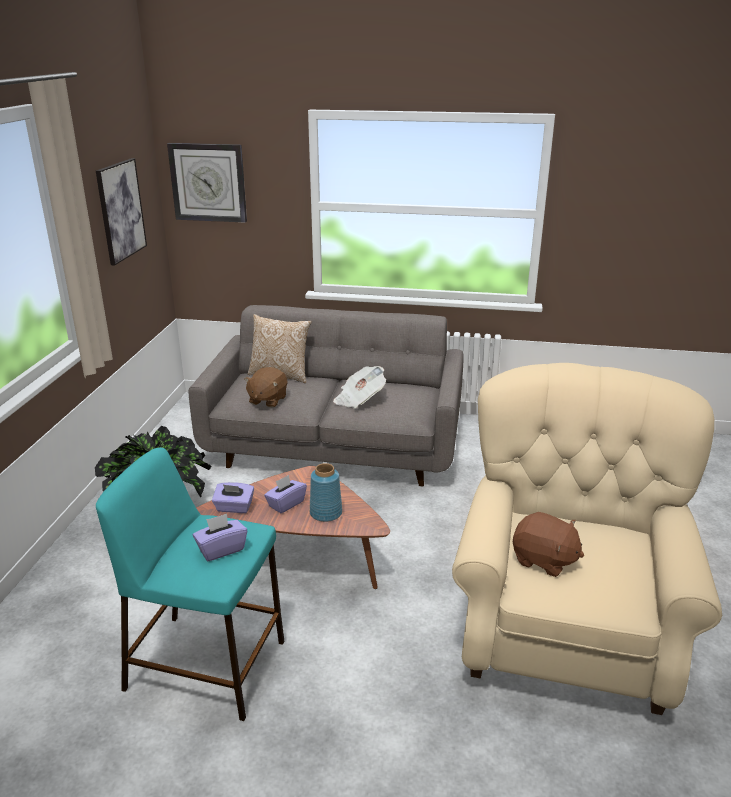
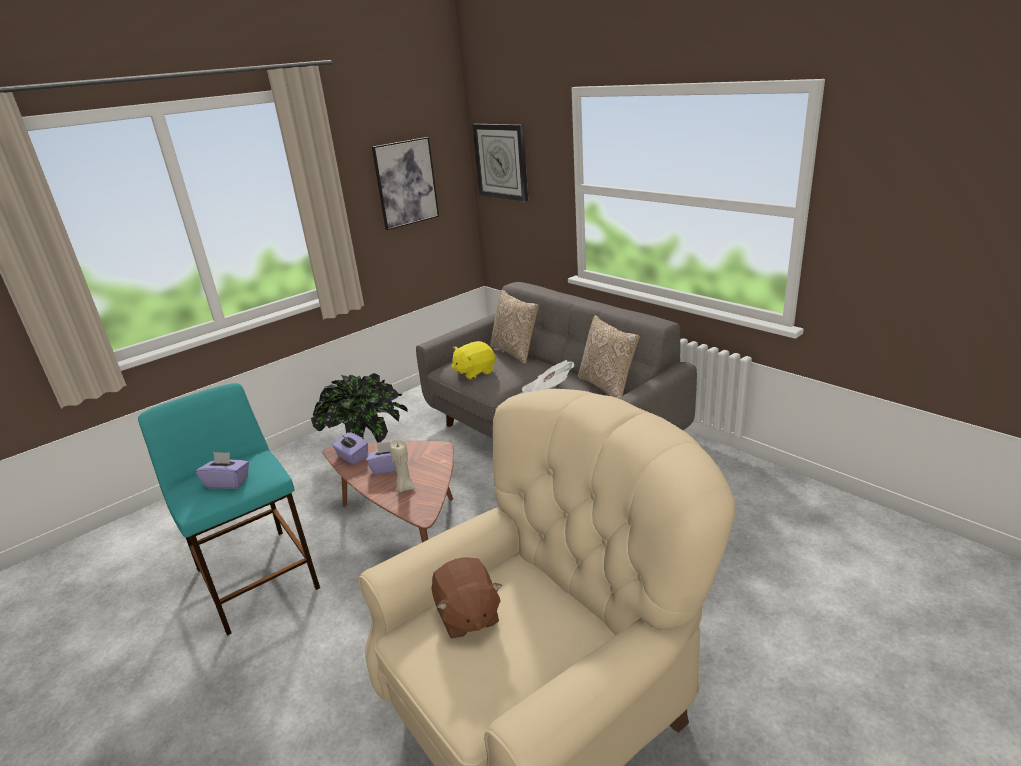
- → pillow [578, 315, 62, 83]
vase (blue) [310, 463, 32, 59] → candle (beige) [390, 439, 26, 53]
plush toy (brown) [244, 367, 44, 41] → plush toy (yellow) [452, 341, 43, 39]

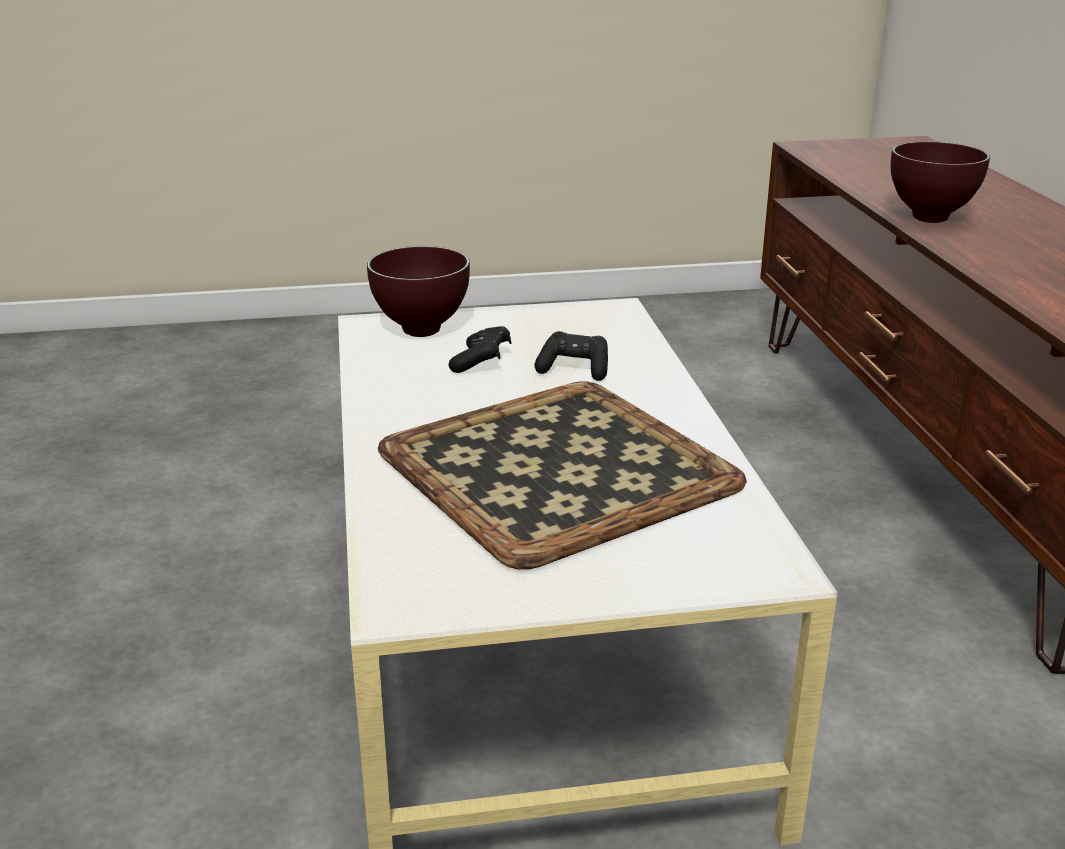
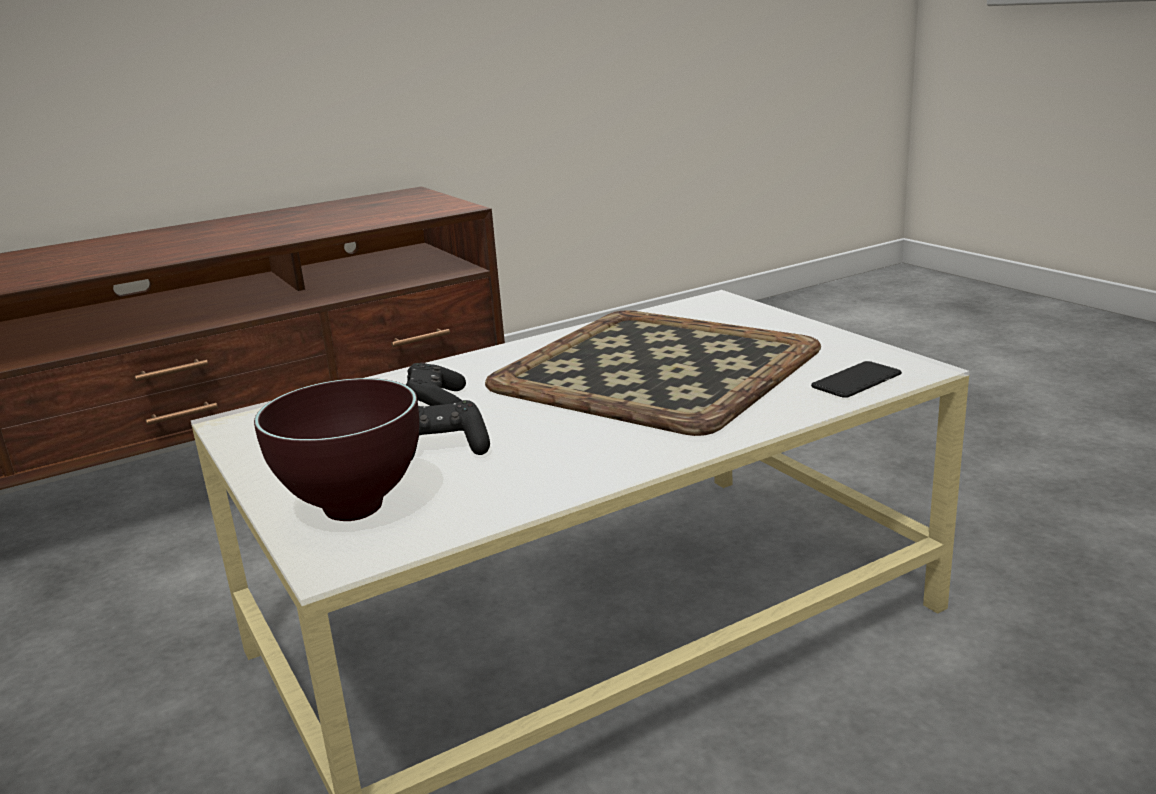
bowl (brown) [891, 141, 99, 82] → -
- → phone [811, 361, 91, 37]

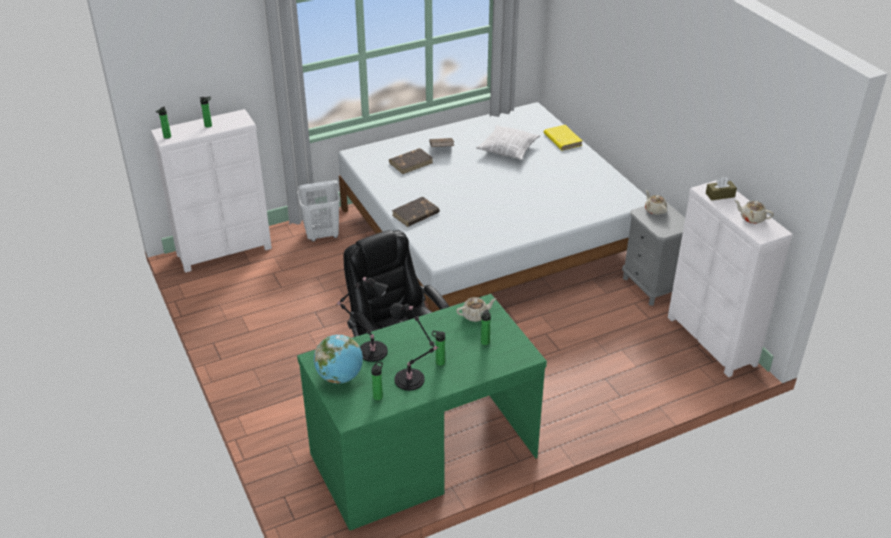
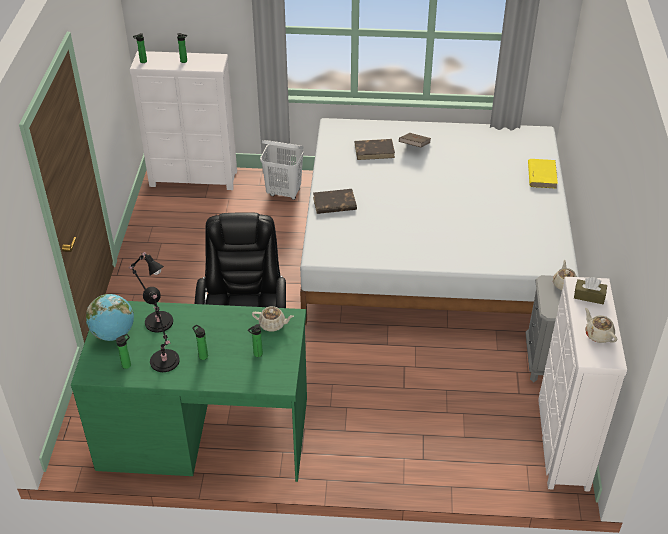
pillow [476, 125, 64, 35] → -

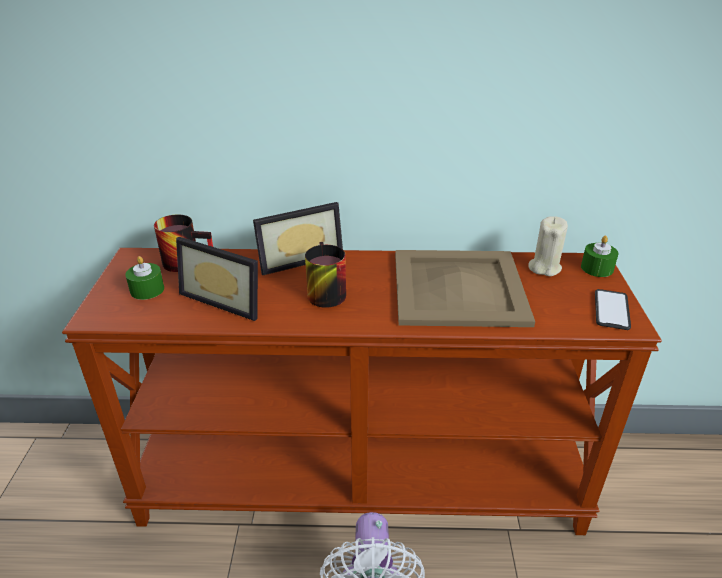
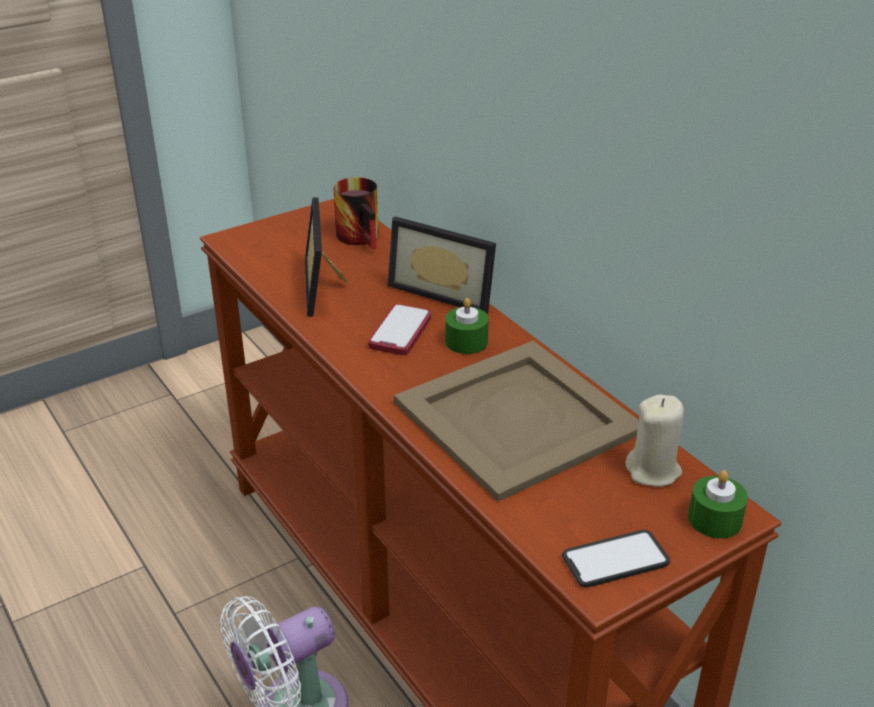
candle (green) [125, 256, 39, 44] → candle (green) [445, 298, 44, 56], move
mug [305, 242, 41, 66] → phone [368, 304, 63, 51]

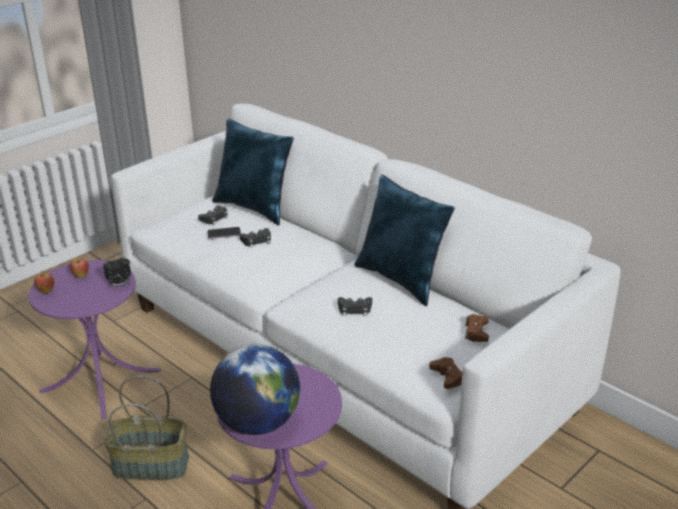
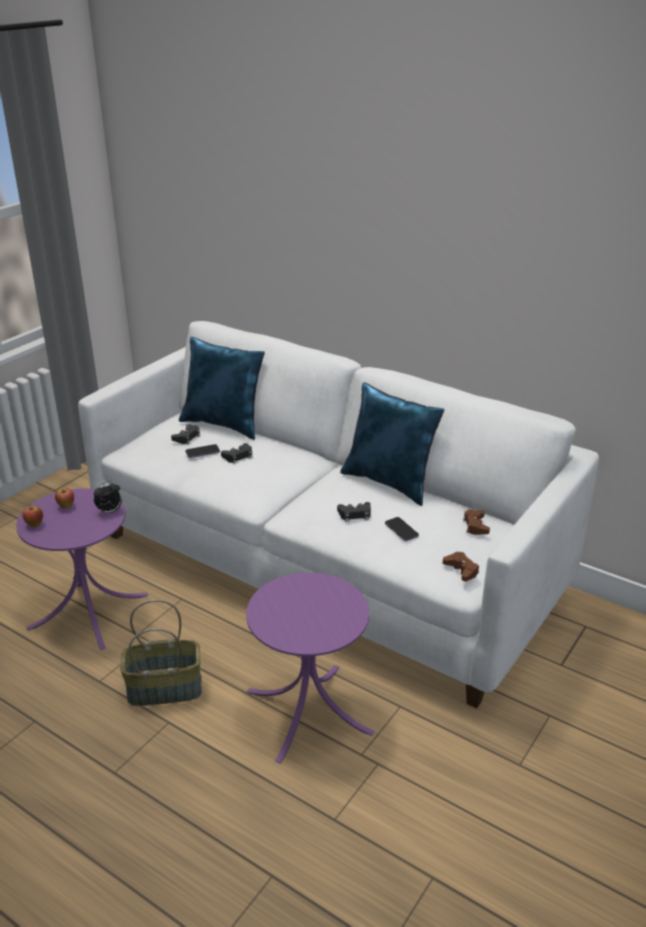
globe [210, 344, 90, 91] → -
- → phone [385, 517, 34, 24]

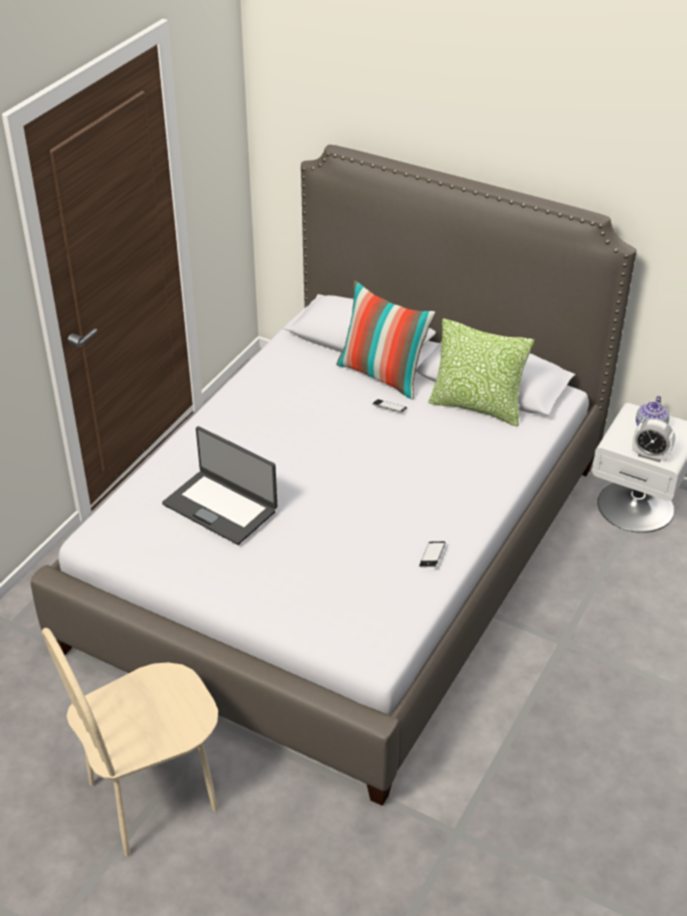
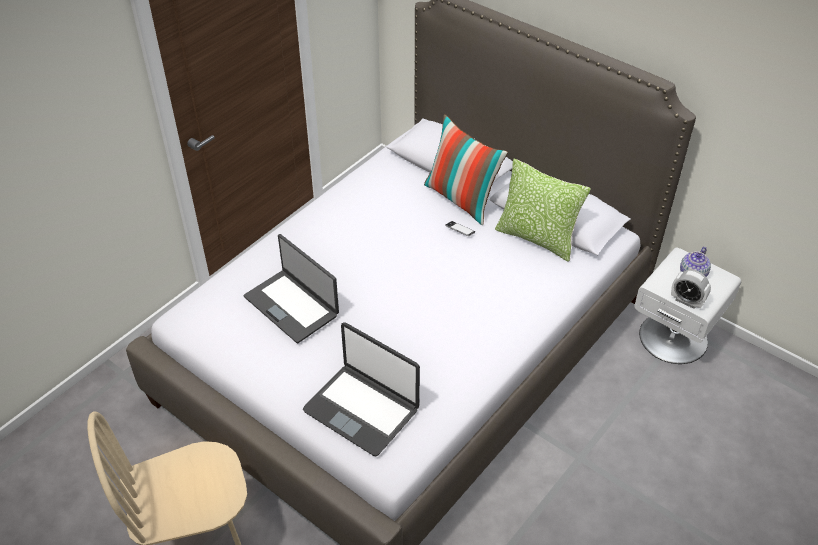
phone [419, 541, 27, 26] → -
- → laptop [303, 322, 117, 134]

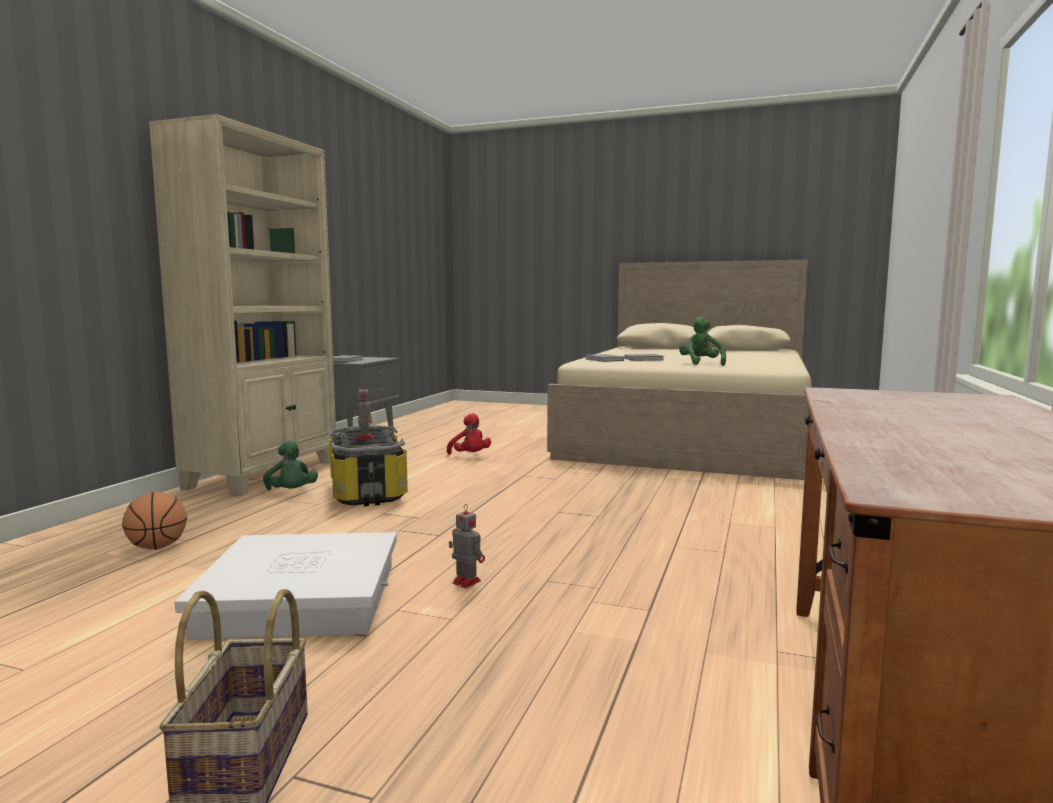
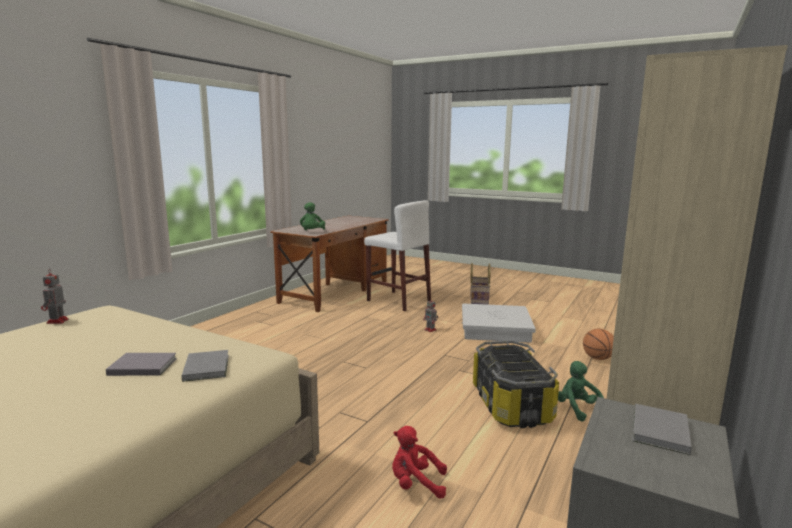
- → stool (white) [364, 200, 67, 111]
toy robot [357, 387, 16, 53] → toy robot [41, 270, 28, 54], move
plush toy (green) [679, 317, 47, 49] → plush toy (green) [300, 202, 25, 28], move
plush toy (red) [447, 413, 44, 42] → plush toy (red) [392, 426, 55, 73], 60 degrees counterclockwise

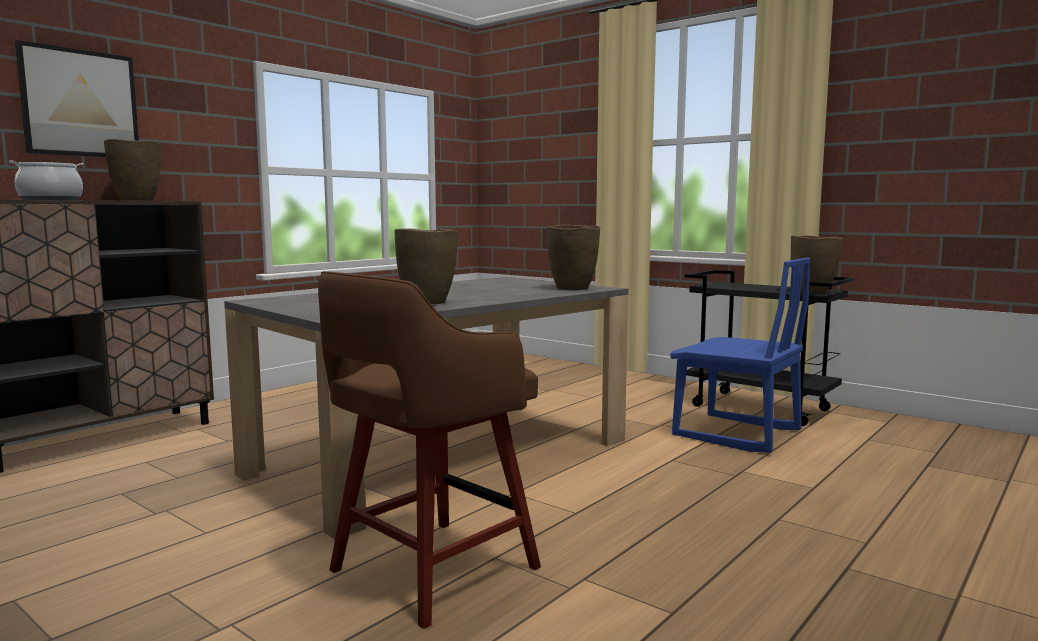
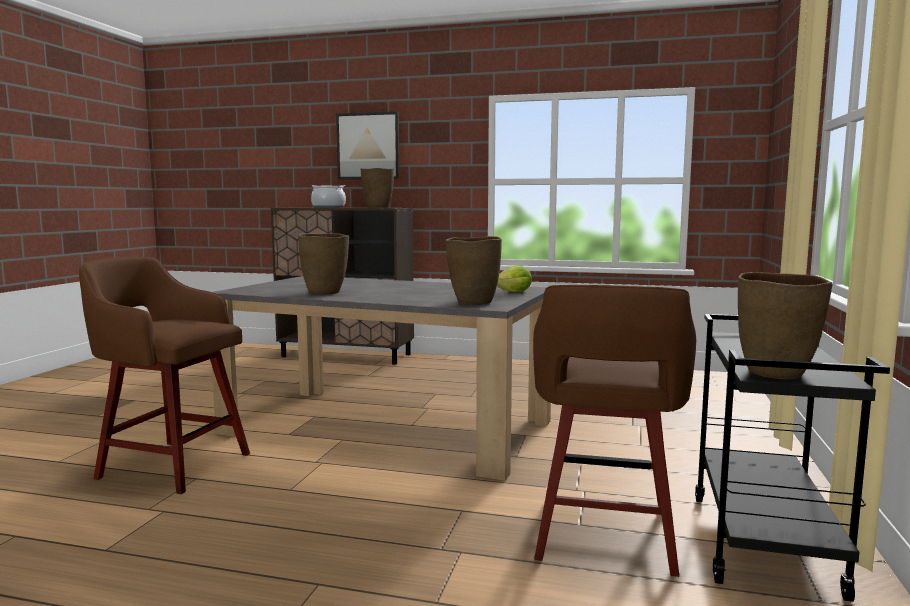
- → lettuce [497, 266, 35, 26]
chair (blue) [670, 258, 140, 195] → stool (brown) [533, 285, 163, 292]

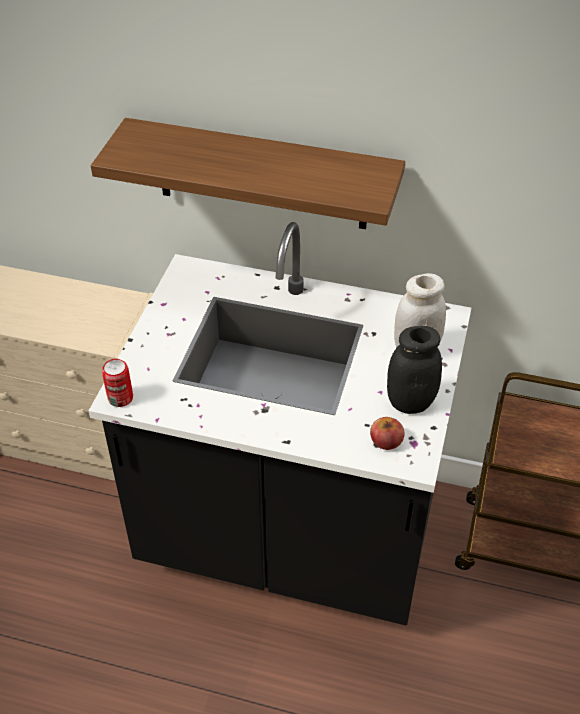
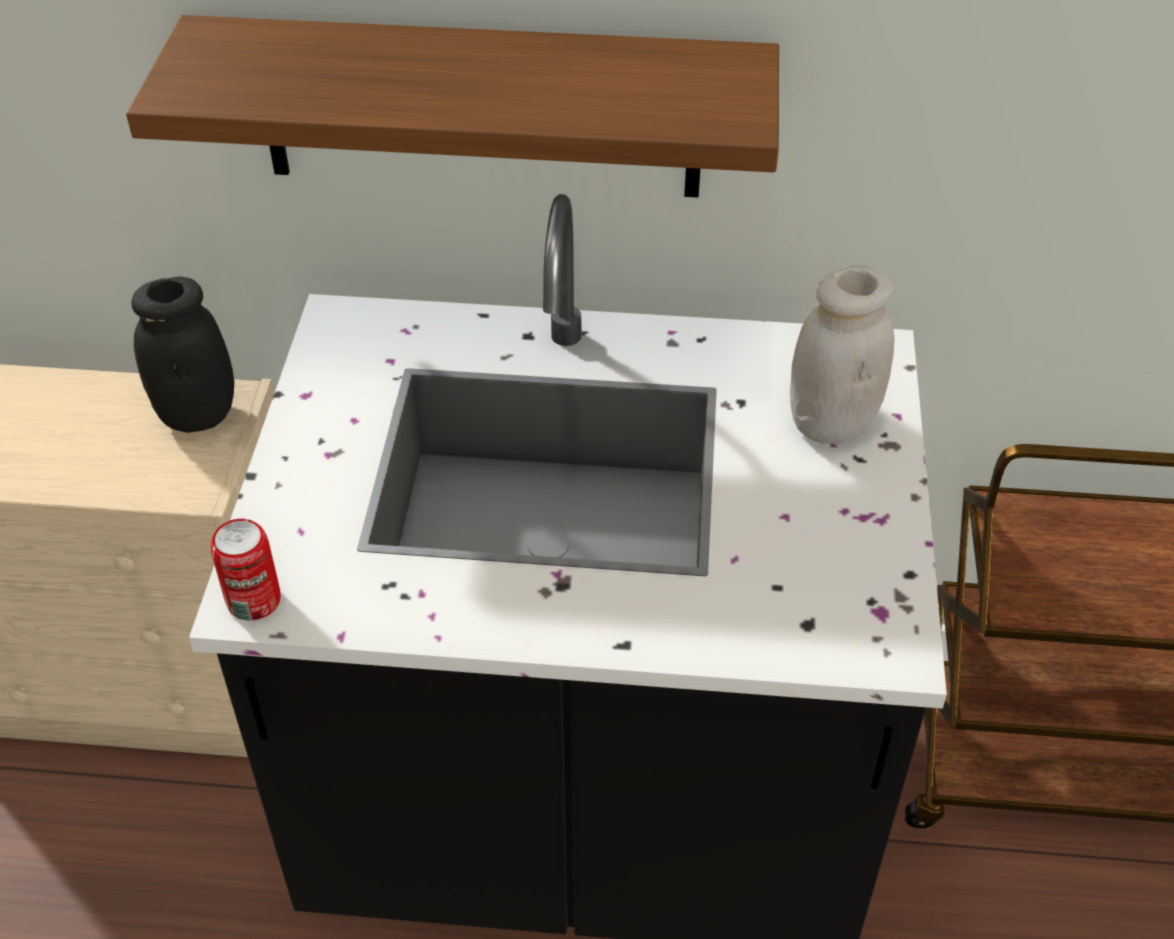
apple [370, 417, 35, 33] → -
jar (black) [387, 326, 55, 88] → jar (black) [131, 277, 103, 156], move

